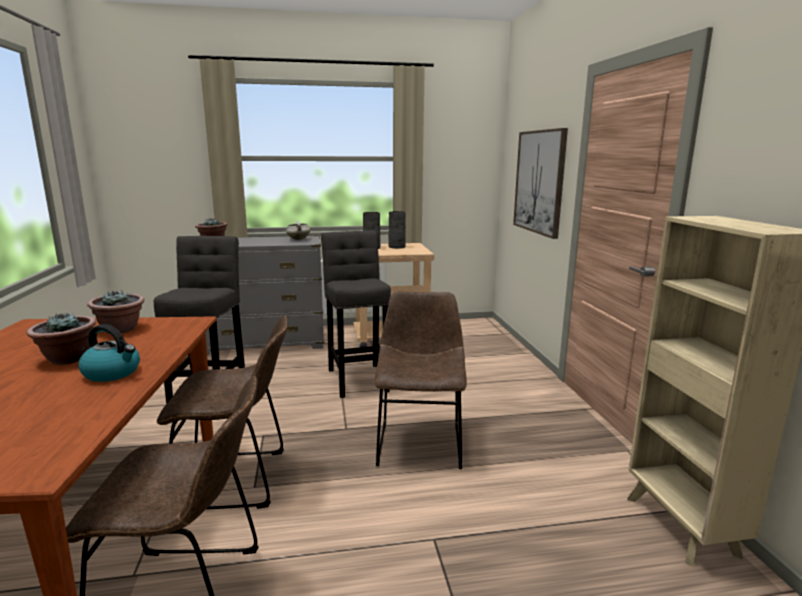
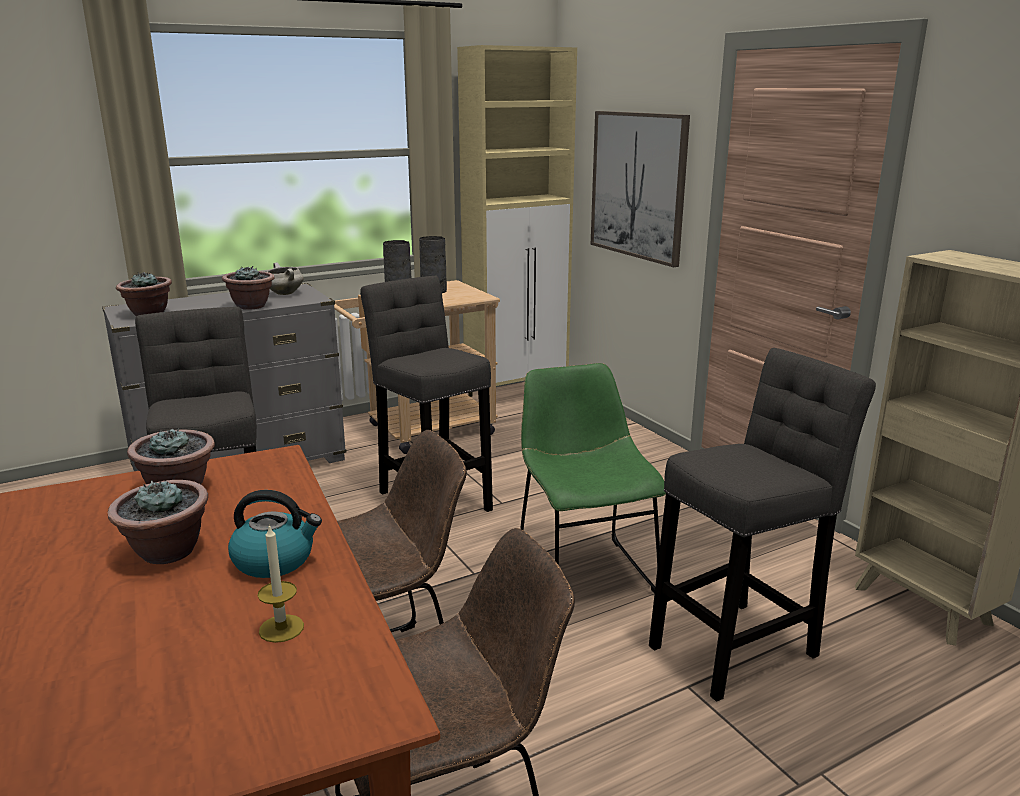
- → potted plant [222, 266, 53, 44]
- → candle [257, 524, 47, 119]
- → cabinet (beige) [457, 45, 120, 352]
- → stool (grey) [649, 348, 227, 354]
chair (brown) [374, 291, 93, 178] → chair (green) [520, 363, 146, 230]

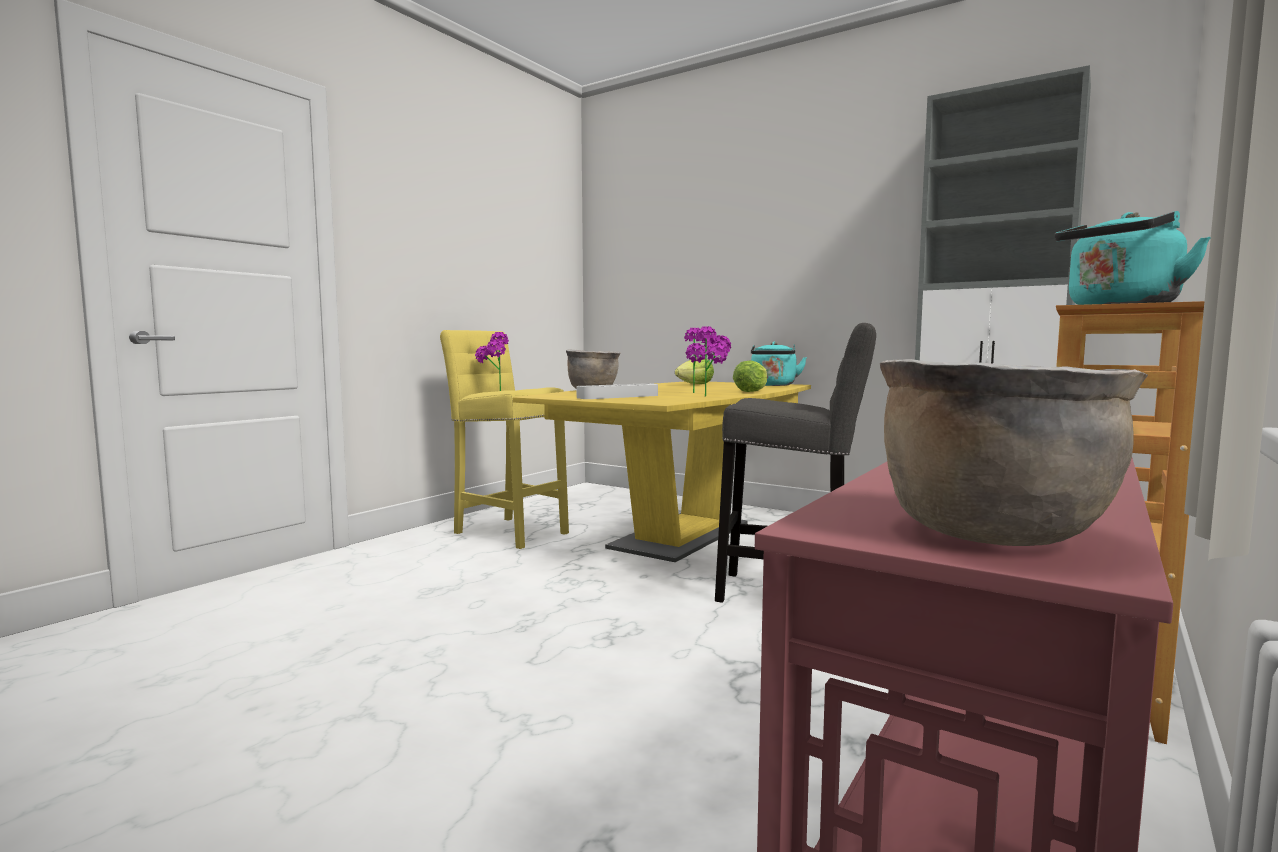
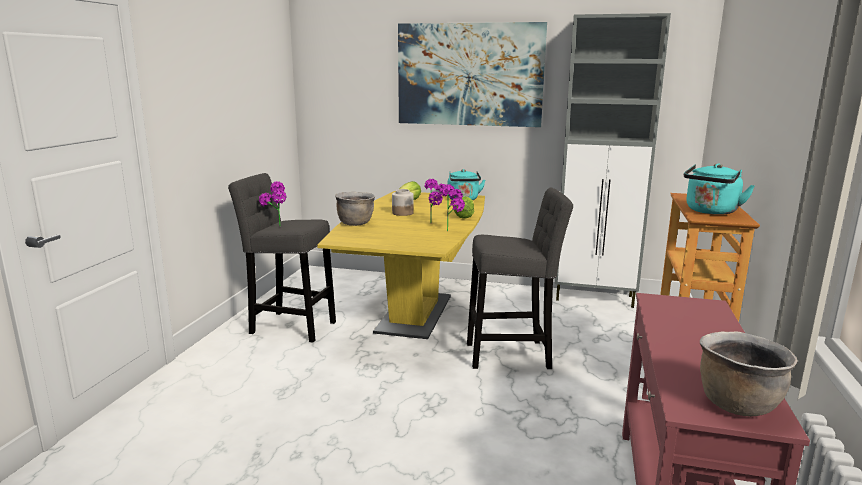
tray (grey) [577, 383, 81, 16] → -
- → jar [392, 189, 22, 27]
- → picture [398, 22, 149, 105]
stool (yellow) [440, 330, 129, 219] → stool (grey) [228, 173, 108, 169]

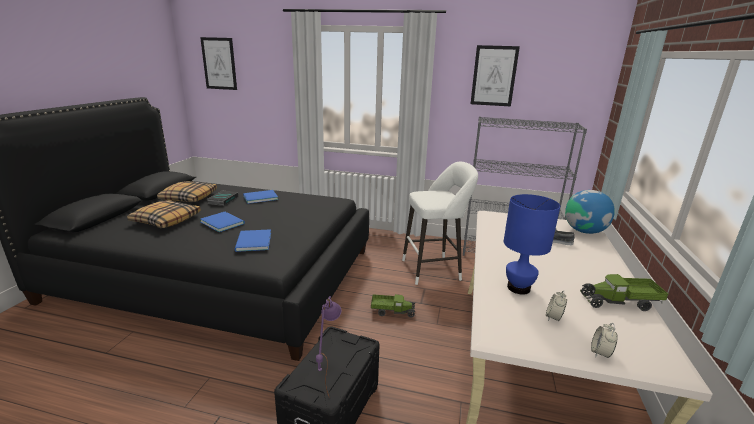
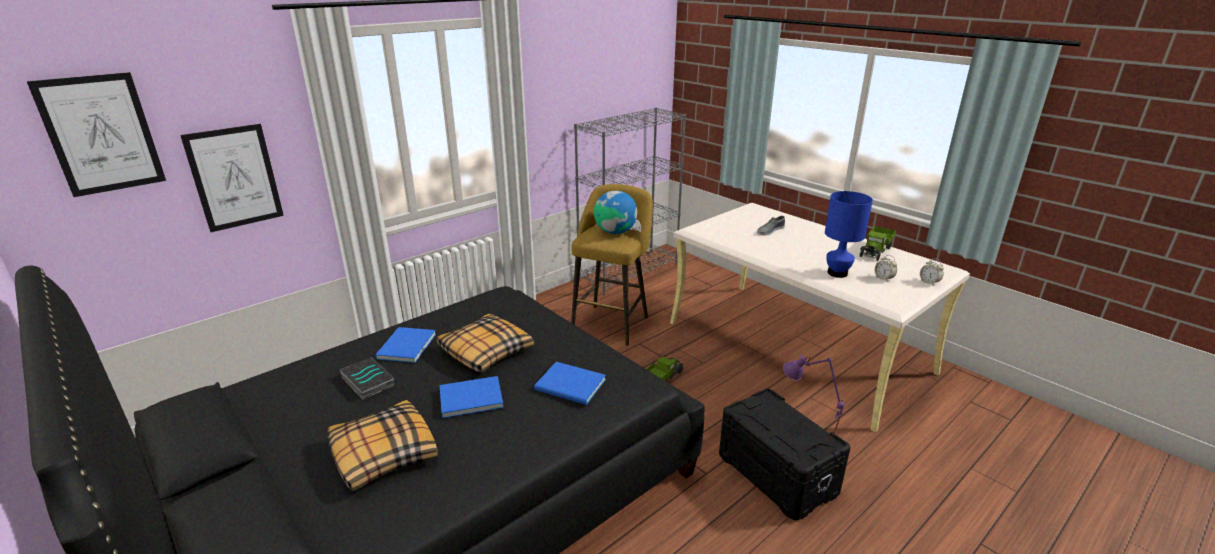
pillow [157, 181, 60, 21] → pillow [437, 314, 97, 59], move
picture [471, 45, 49, 62] → picture [180, 124, 104, 108], move
globe [565, 190, 50, 44] → globe [594, 191, 43, 43], move
stool (white) [402, 162, 76, 123] → stool (yellow) [571, 184, 82, 162]

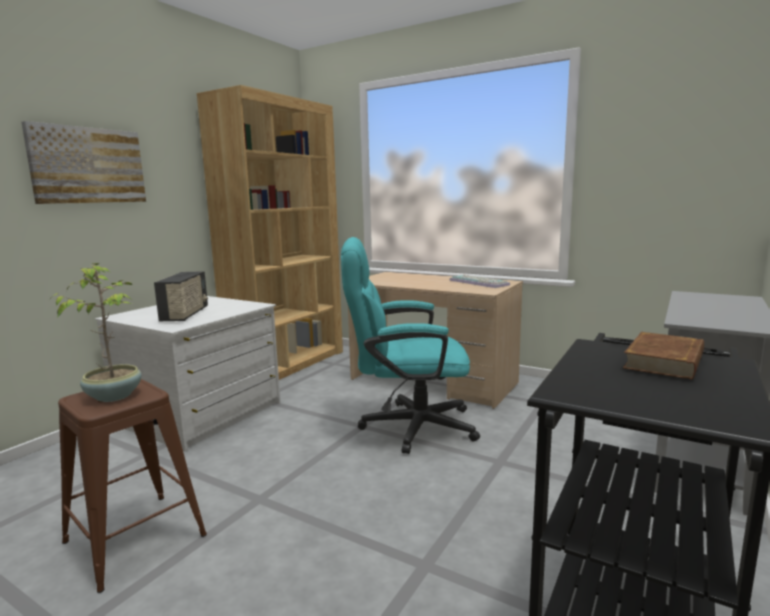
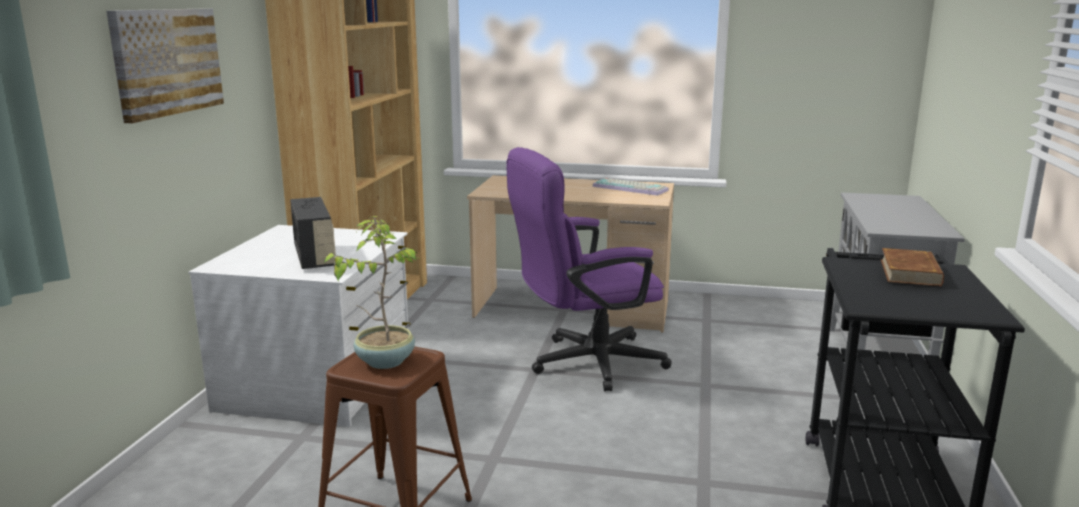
office chair (turquoise) [341, 237, 139, 217] → office chair (purple) [506, 147, 166, 244]

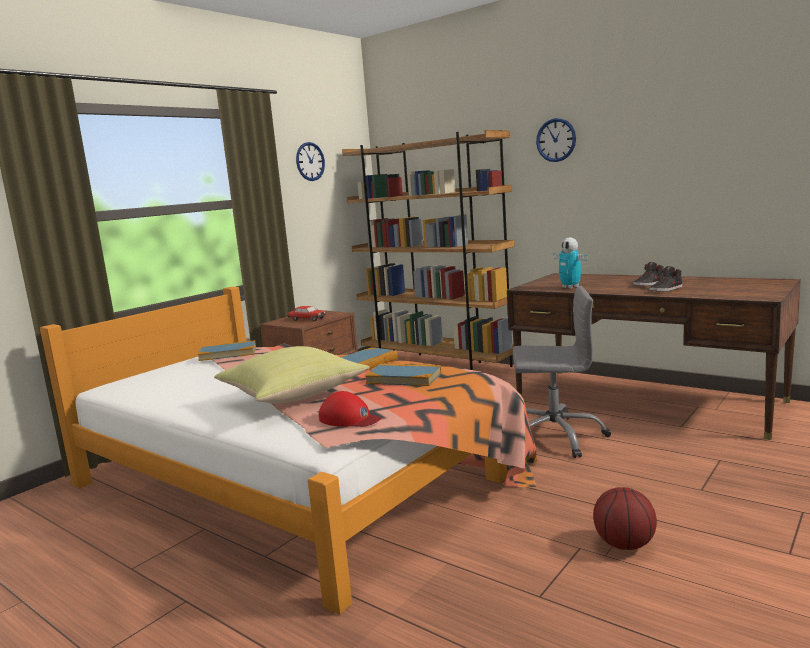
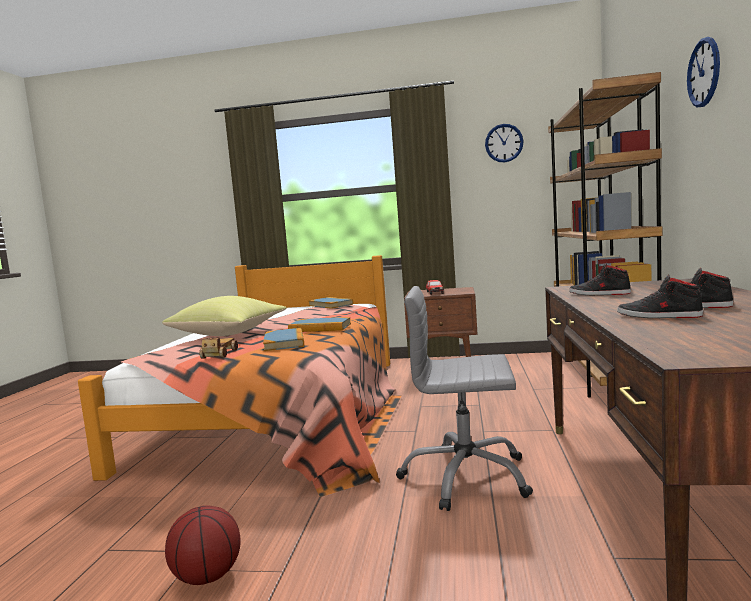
cap (red) [319, 391, 62, 36] → -
- → toy car [199, 338, 39, 20]
toy robot [553, 237, 34, 52] → shoe (black) [569, 263, 62, 32]
office chair (grey) [513, 286, 98, 172] → office chair (grey) [396, 286, 137, 225], 120 degrees clockwise

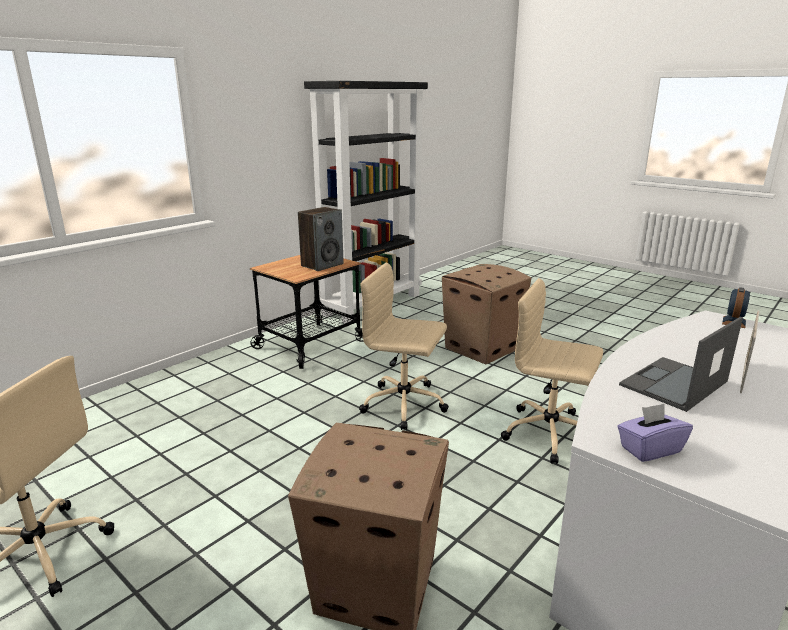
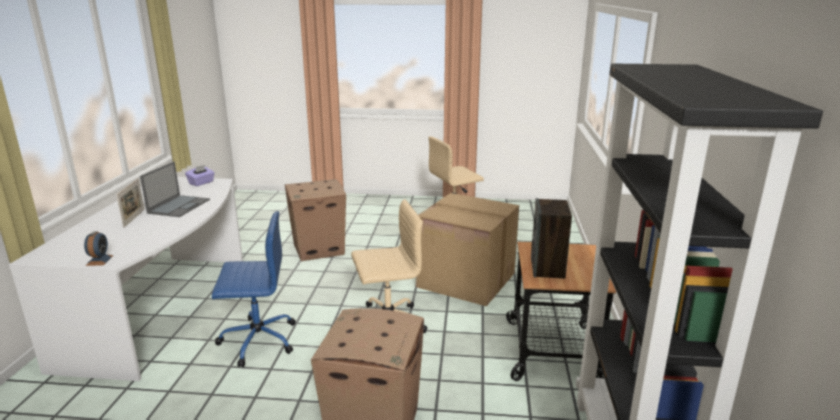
- → cardboard box [416, 193, 103, 113]
office chair (beige) [501, 278, 102, 186] → office chair (blue) [212, 211, 84, 156]

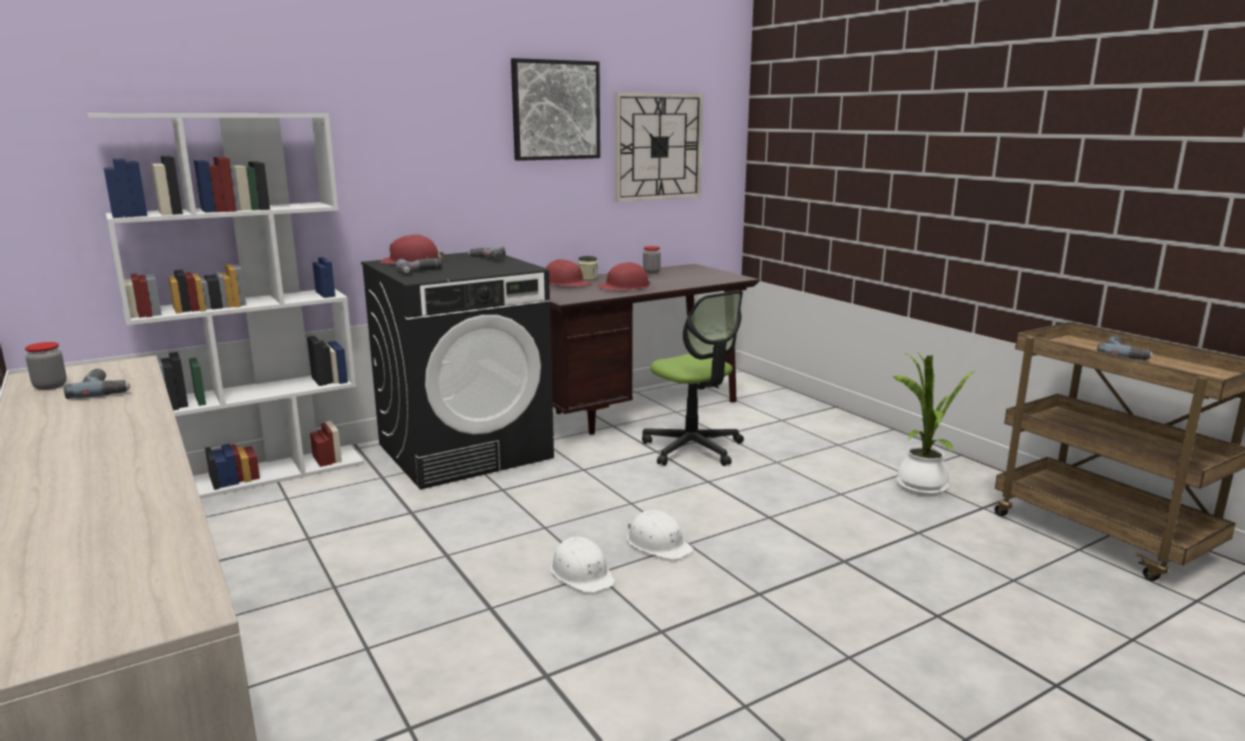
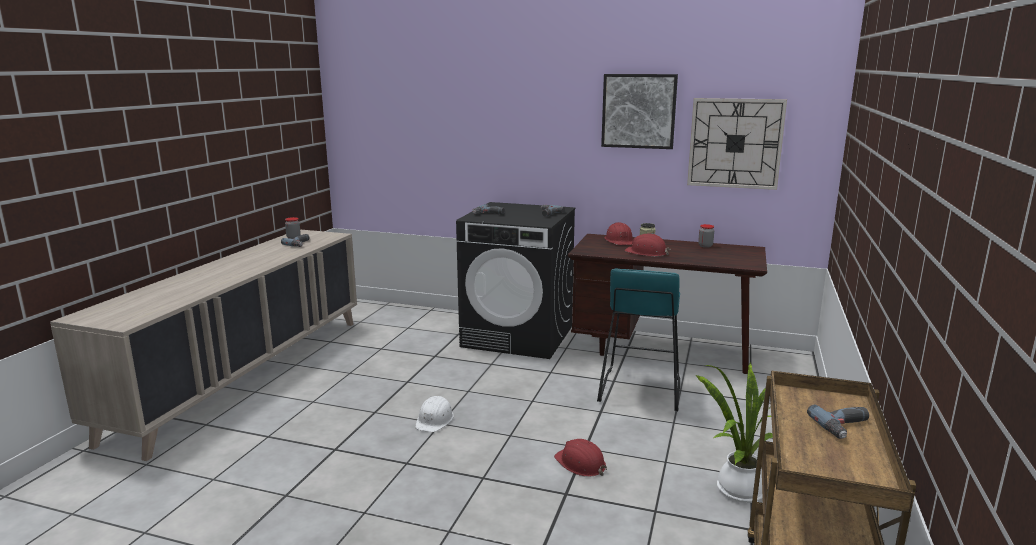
bookcase (white) [87, 113, 277, 386] → -
hard hat (white) [627, 510, 67, 50] → -
hard hat (red) [381, 235, 64, 29] → hard hat (red) [554, 439, 53, 38], move
office chair [642, 290, 102, 176] → stool (turquoise) [597, 268, 83, 143]

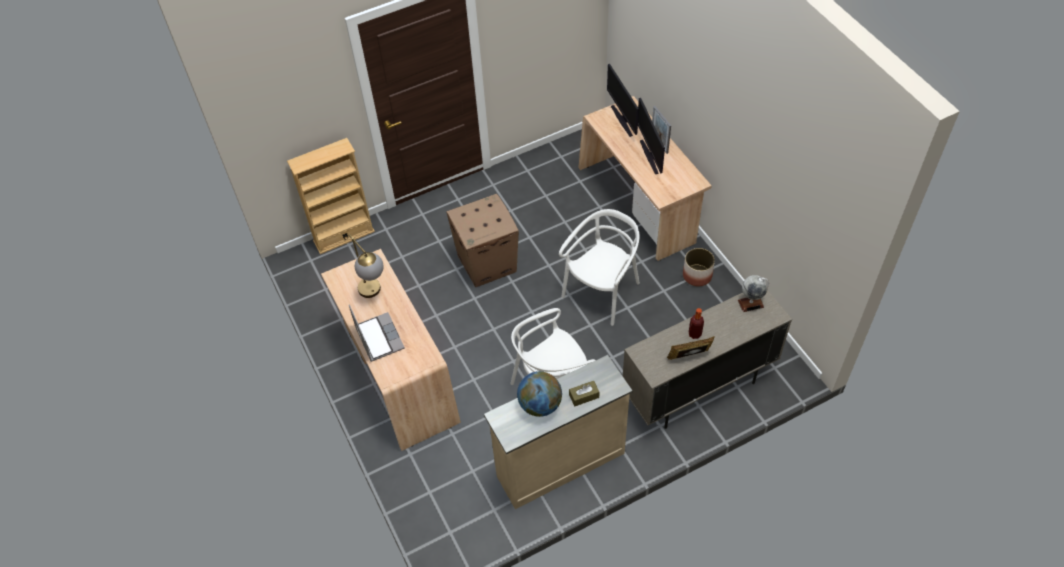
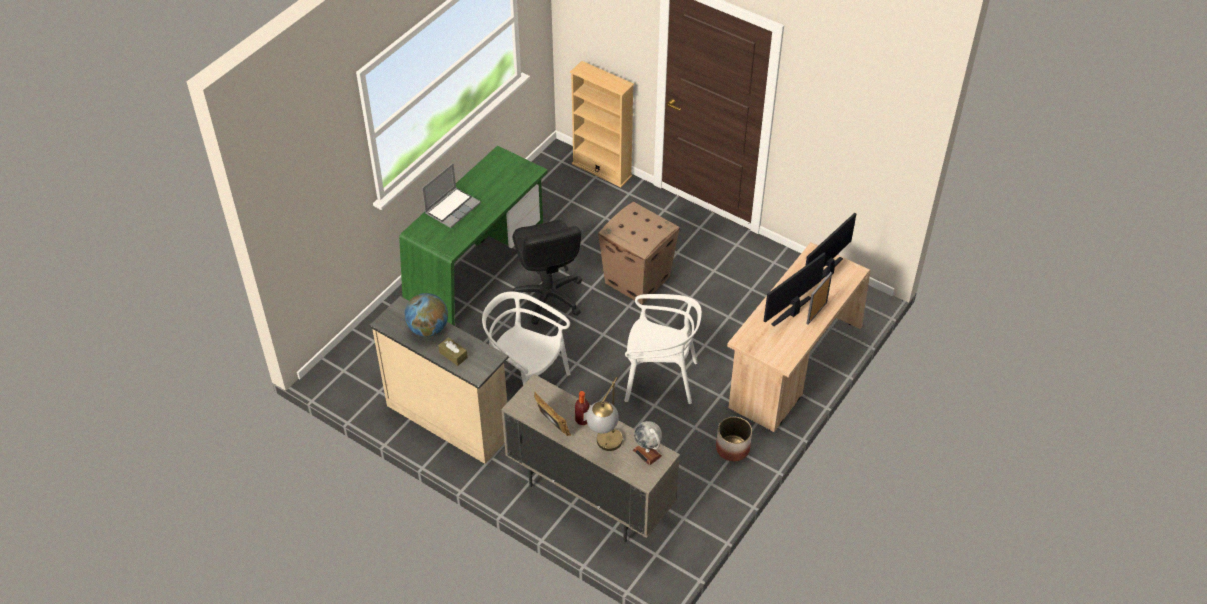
- → office chair (black) [509, 220, 73, 105]
table lamp [349, 234, 34, 64] → table lamp [586, 377, 37, 74], move
desk (beige) [321, 249, 140, 202] → desk (green) [399, 146, 149, 180]

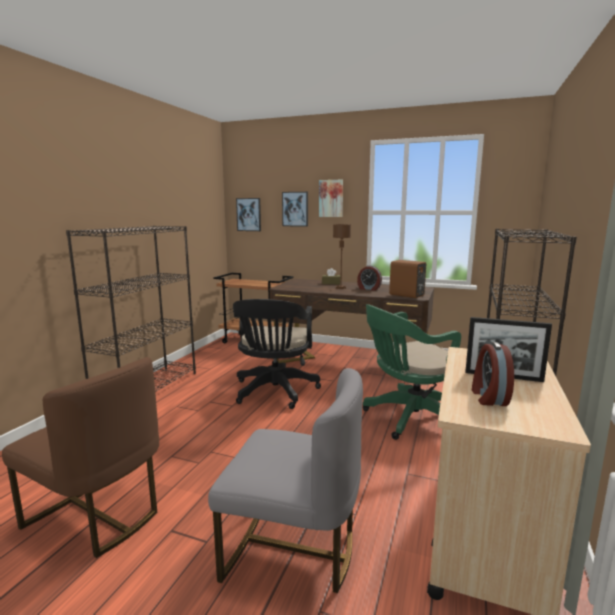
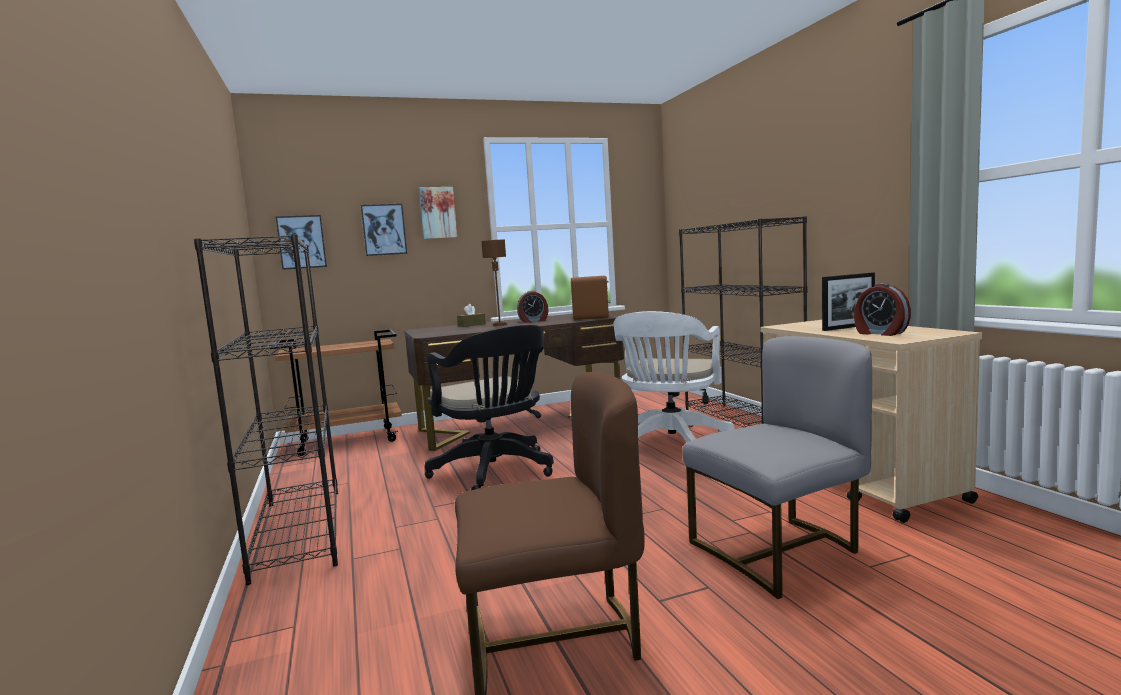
office chair (green) [363, 304, 98, 136] → office chair (white) [614, 311, 121, 132]

